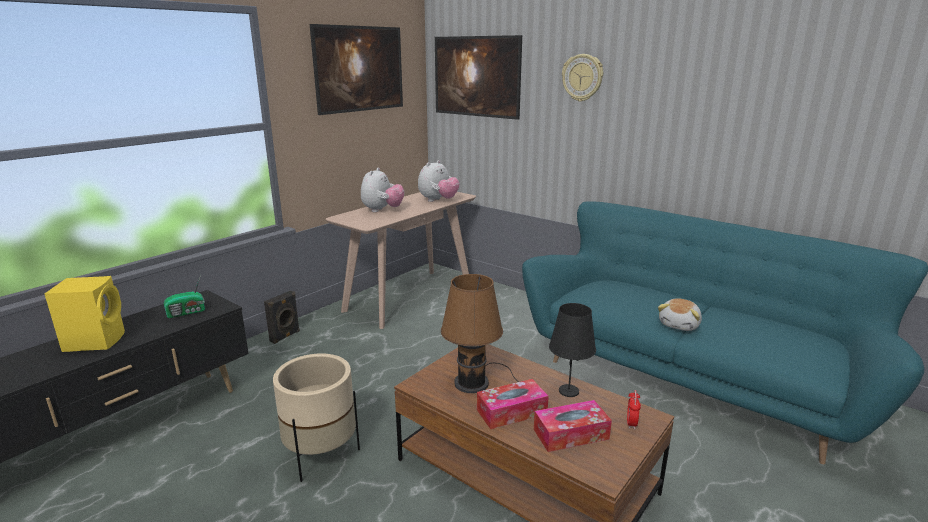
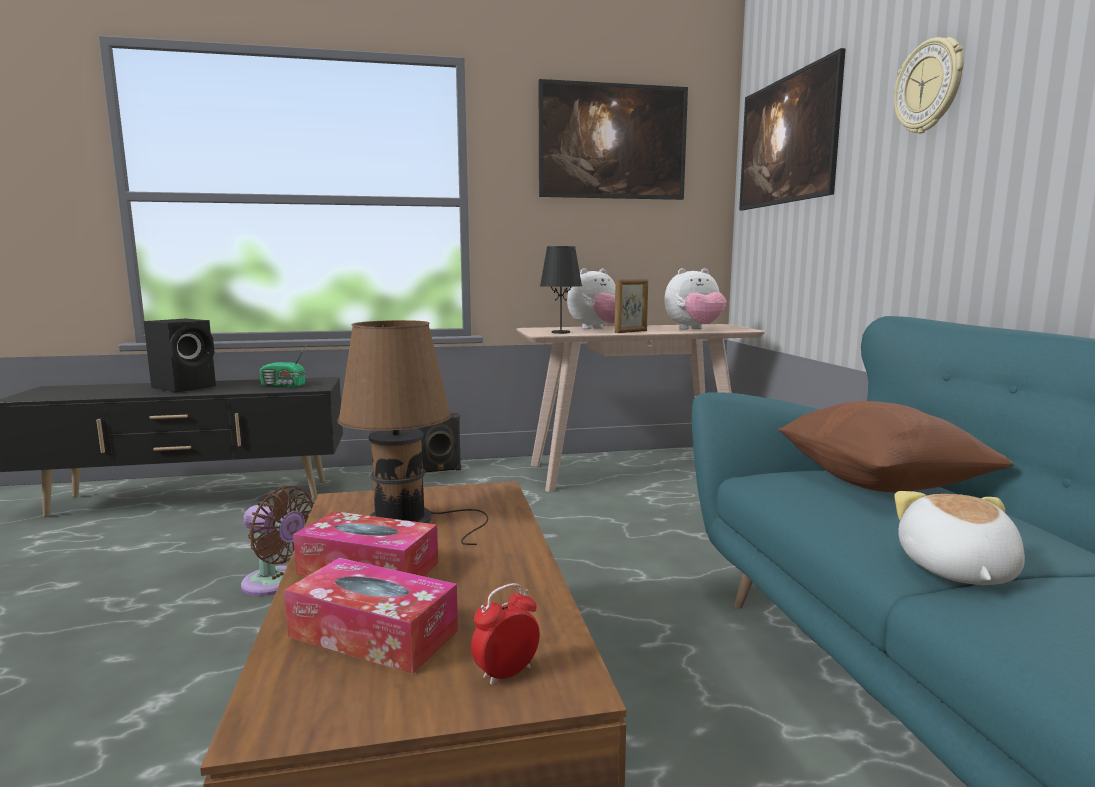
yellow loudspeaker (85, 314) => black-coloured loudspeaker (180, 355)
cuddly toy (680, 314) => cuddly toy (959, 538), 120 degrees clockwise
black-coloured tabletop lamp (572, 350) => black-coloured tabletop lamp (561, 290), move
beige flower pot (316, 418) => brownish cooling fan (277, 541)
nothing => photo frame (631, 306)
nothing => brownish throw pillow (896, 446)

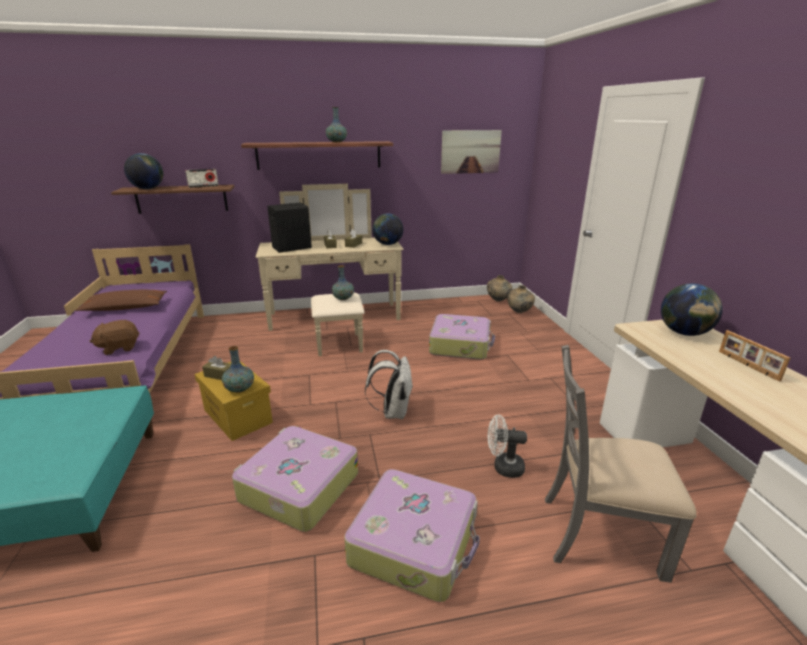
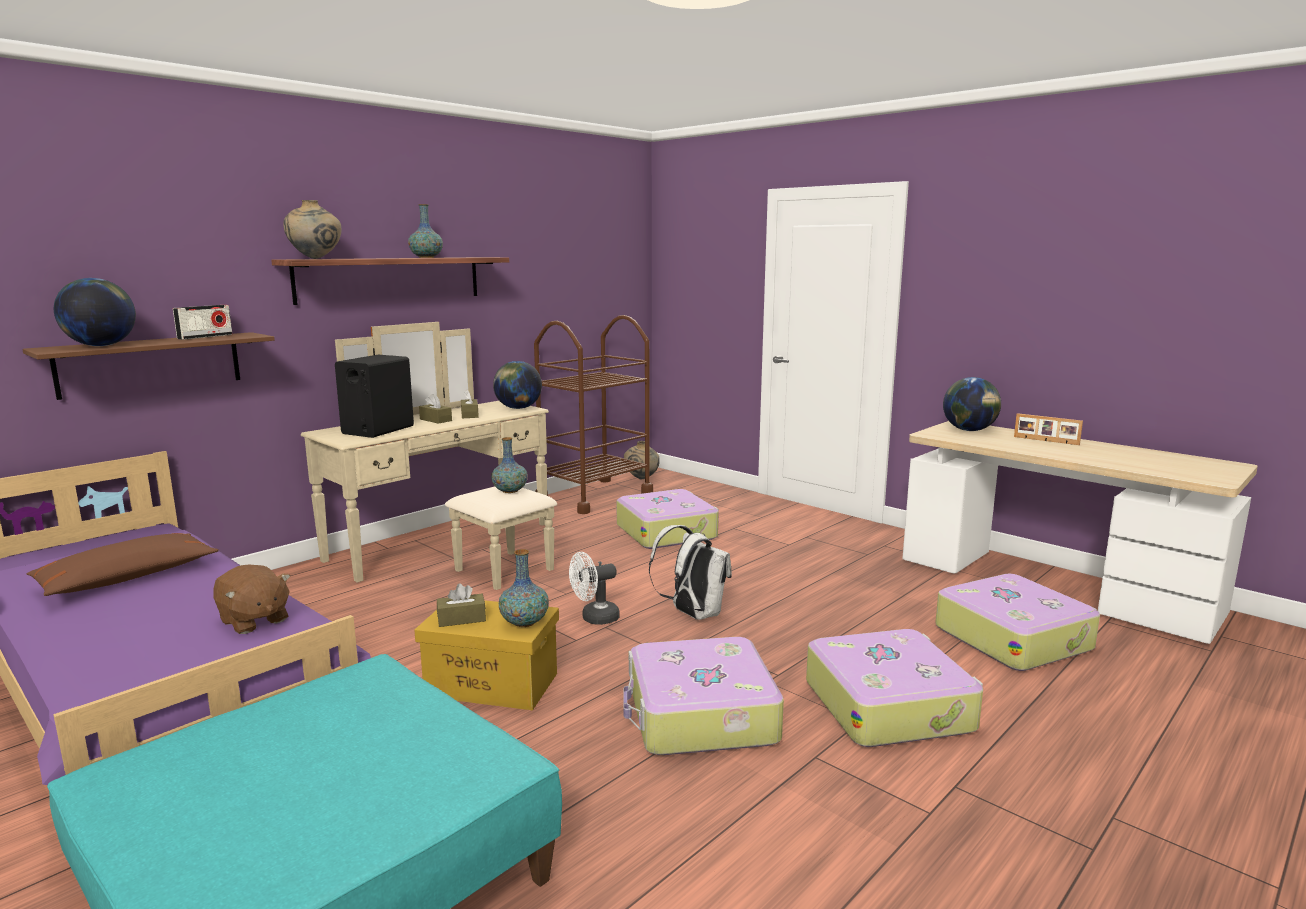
picture (471, 152) => nothing
beige vase (521, 299) => beige vase (312, 229), move
brownish cuddly toy (114, 337) => brownish cuddly toy (251, 599), 75 degrees counterclockwise
grey upright chair (621, 464) => suitcase (1017, 622)
white cooling fan (507, 446) => white cooling fan (594, 588), move
nothing => brownish cart (593, 414)

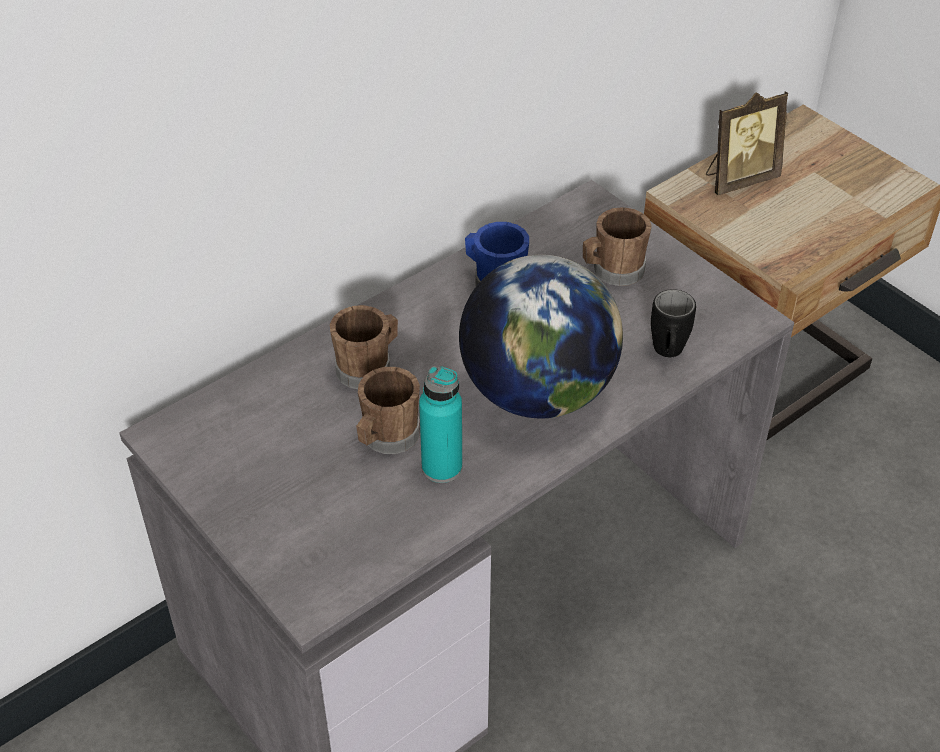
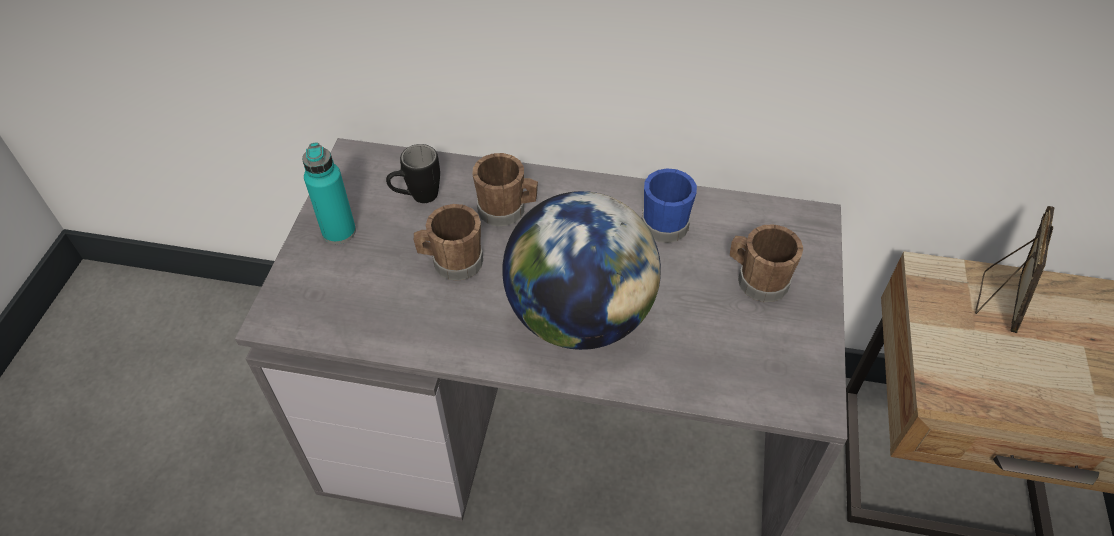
photo frame (747, 143) => photo frame (1015, 269), 90 degrees counterclockwise
black-coloured mug (673, 323) => black-coloured mug (413, 173), move
blue-green drink bottle (440, 424) => blue-green drink bottle (329, 193), move

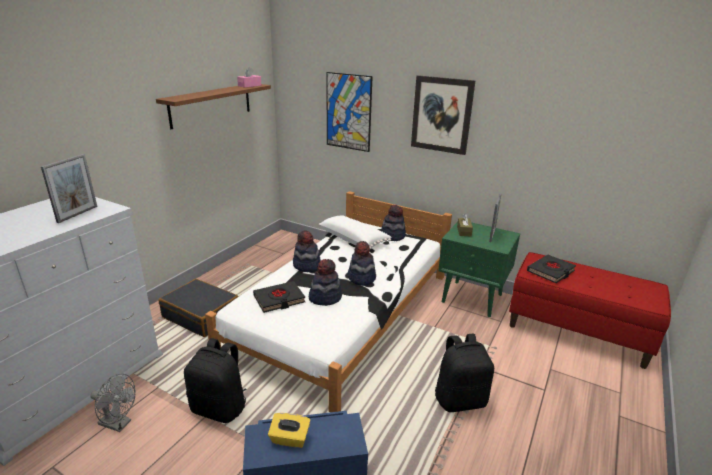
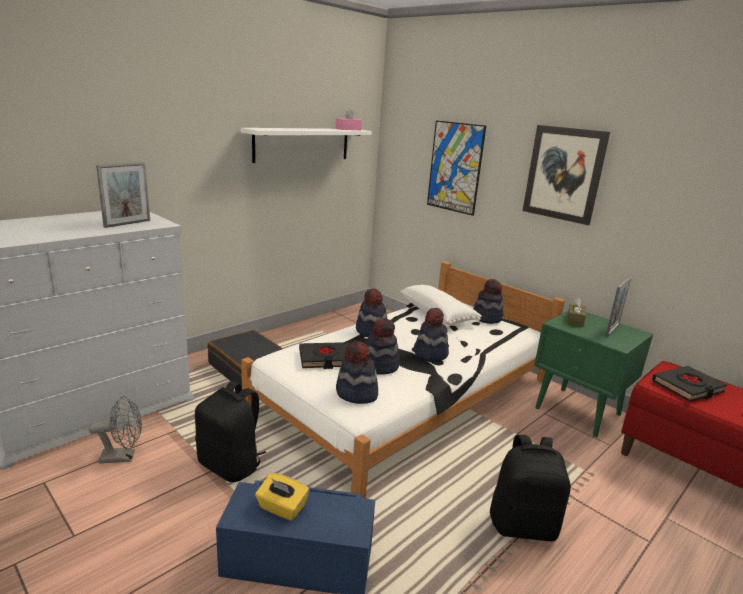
brownish shelf (213, 106) => white shelf (306, 145)
grey cooling fan (112, 403) => grey cooling fan (115, 430), 45 degrees counterclockwise
nothing => wearable hat (357, 372)

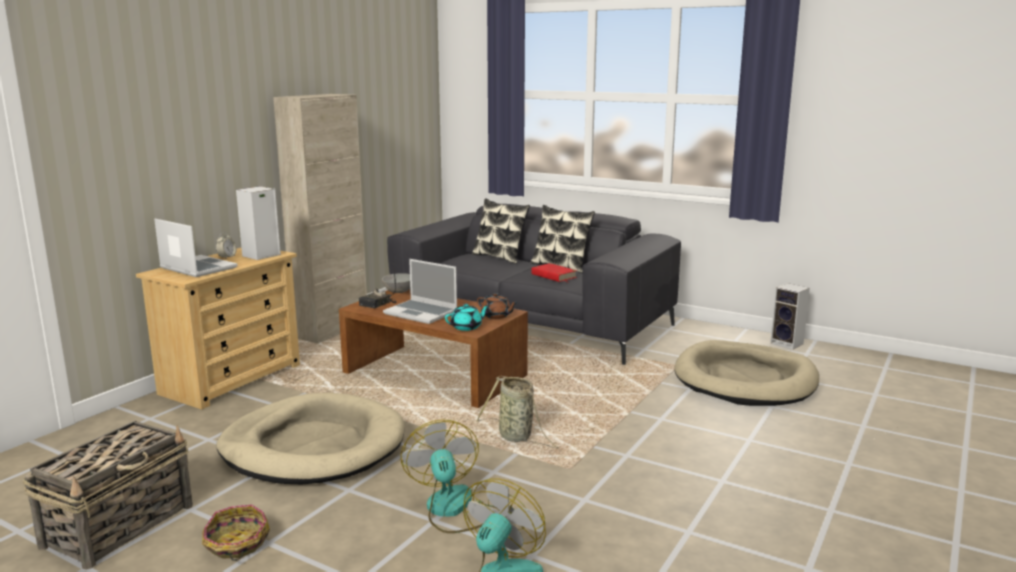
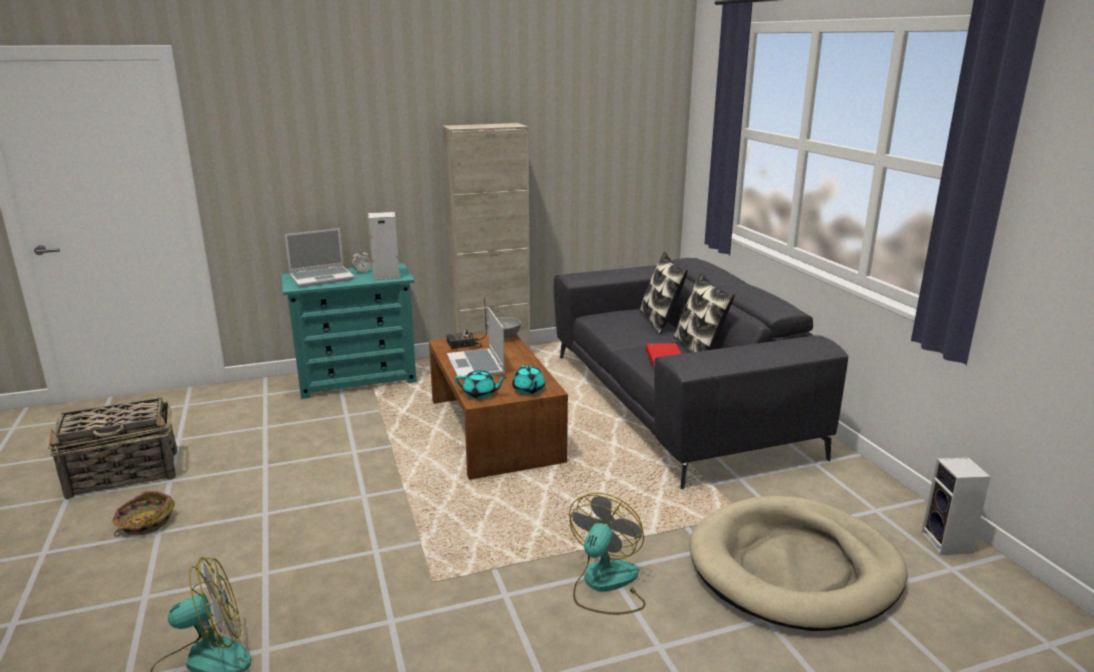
laptop (196, 248) => laptop (319, 257), 75 degrees clockwise
beige drawer chest (218, 329) => blue-green drawer chest (348, 331)
brownish tea pot (497, 306) => blue-green tea pot (528, 380)
household basket (517, 412) => nothing
beige dog cushion (310, 438) => nothing
cooling fan (450, 476) => cooling fan (607, 554), move

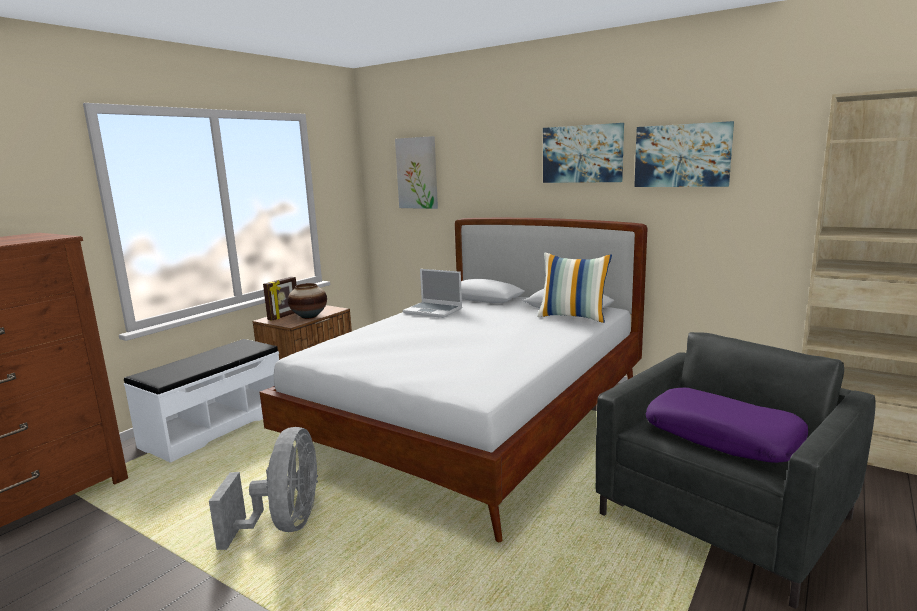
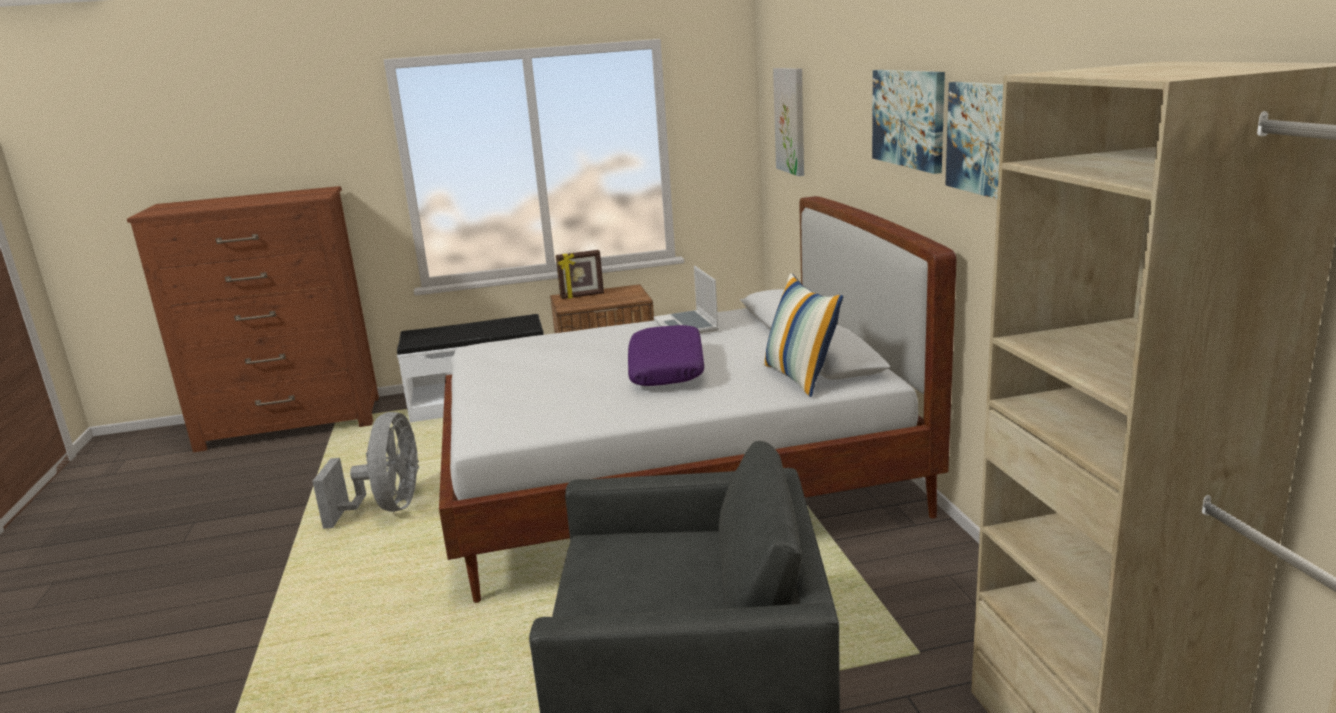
vase (307, 301) => nothing
purplish throw pillow (727, 425) => purplish throw pillow (666, 355), move
grey cooling fan (263, 488) => grey cooling fan (365, 470), 45 degrees counterclockwise

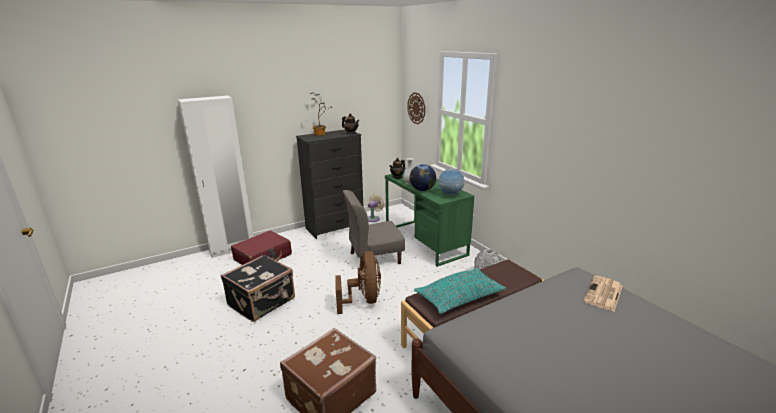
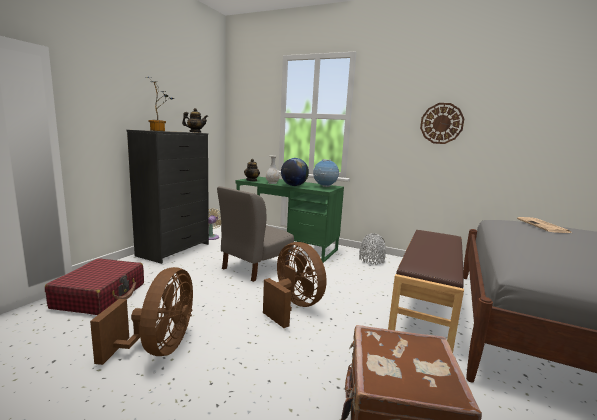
hanging clock (416, 108) => hanging clock (442, 123), move
black-coloured suitcase (258, 288) => brownish cooling fan (141, 316)
blue-green throw pillow (460, 291) => nothing

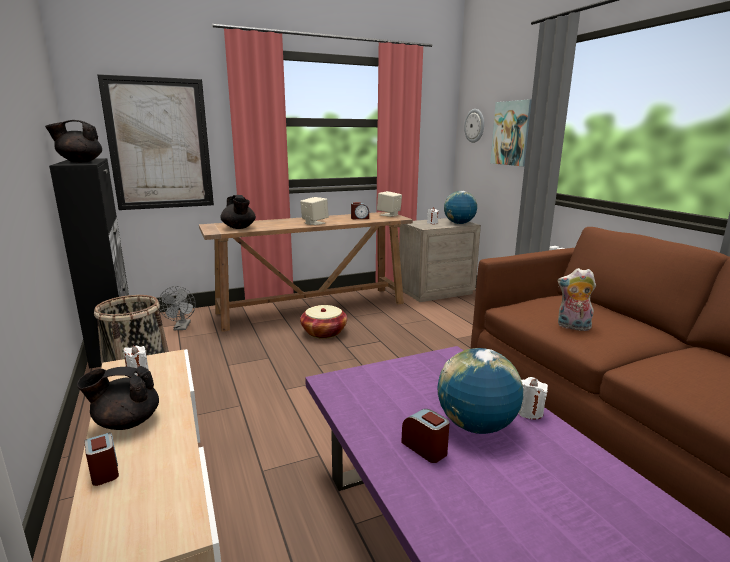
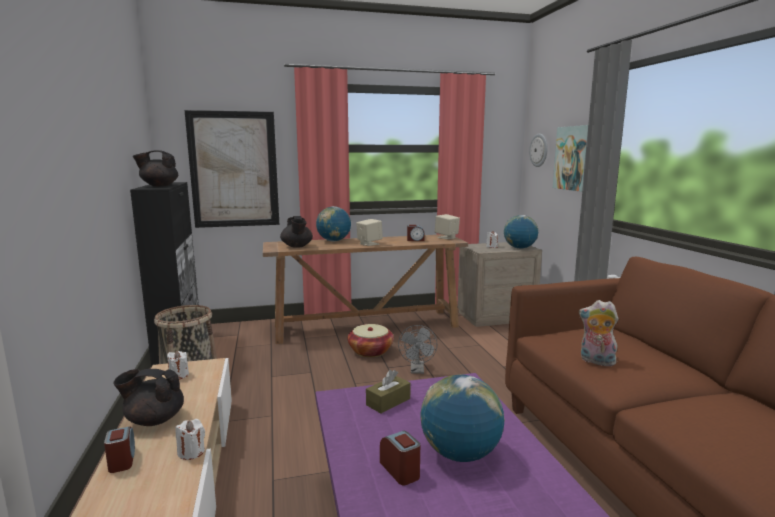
grey cooling fan (177, 308) => grey cooling fan (417, 349), move
white candle (533, 398) => white candle (190, 439), move
nothing => globe (333, 224)
nothing => brownish box of tissues (388, 391)

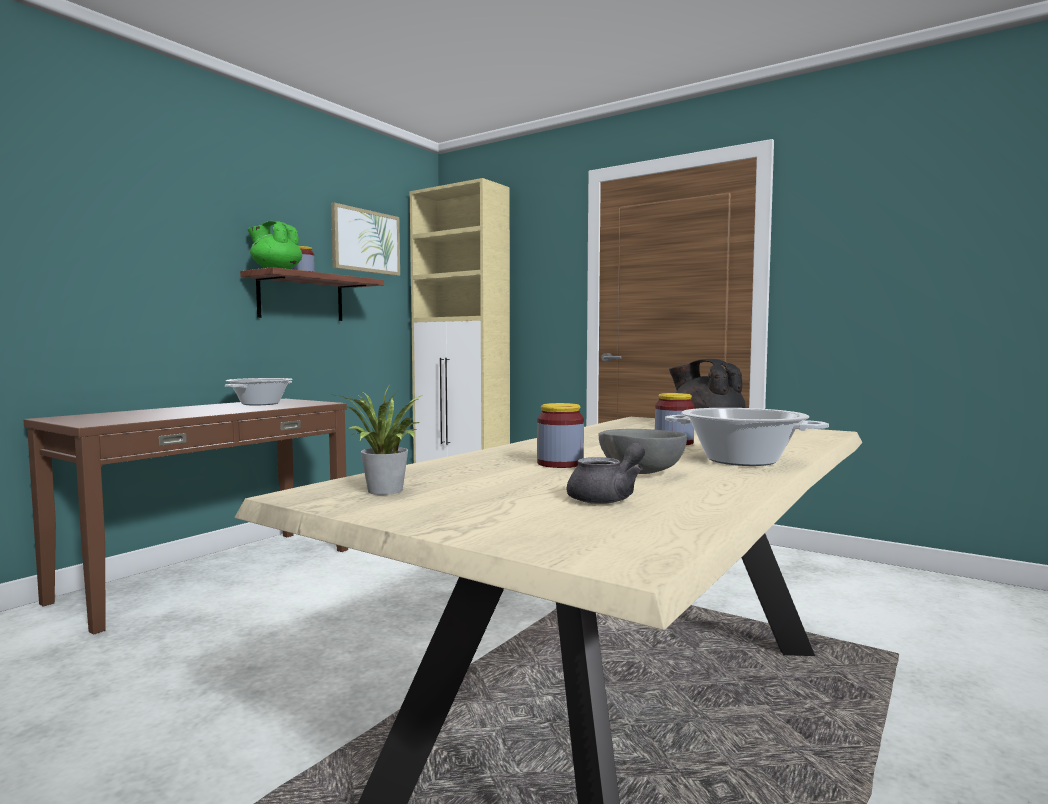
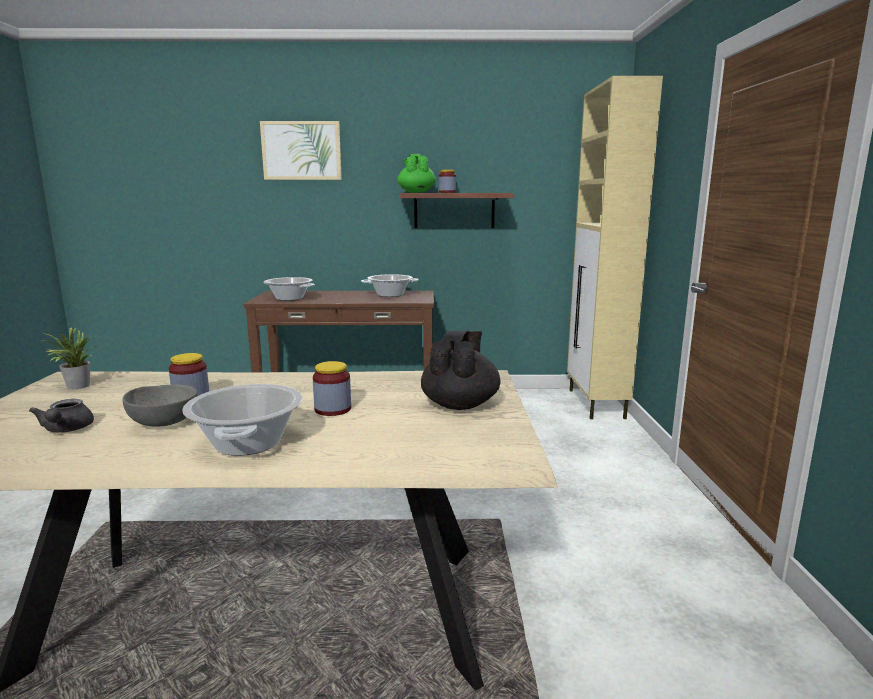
picture (365, 239) => picture (301, 150), move
grey tea pot (606, 473) => grey tea pot (61, 415), 60 degrees clockwise
nothing => cooking pot (289, 289)

